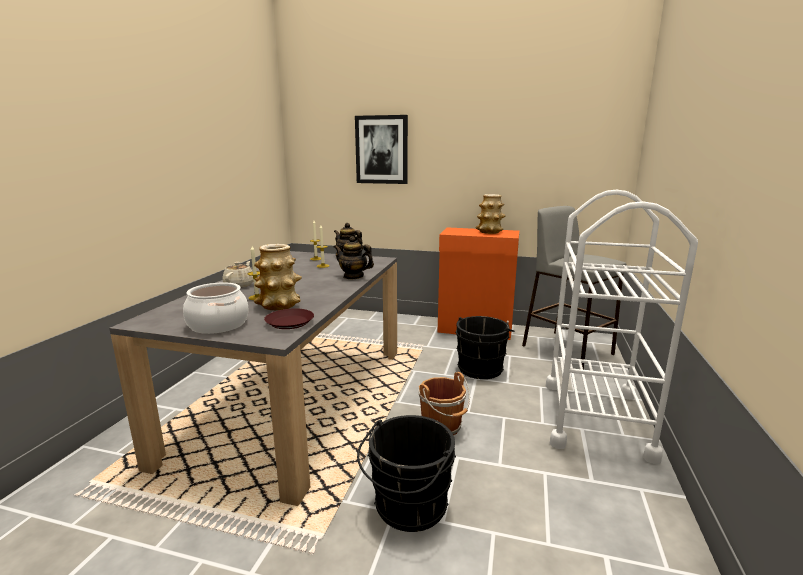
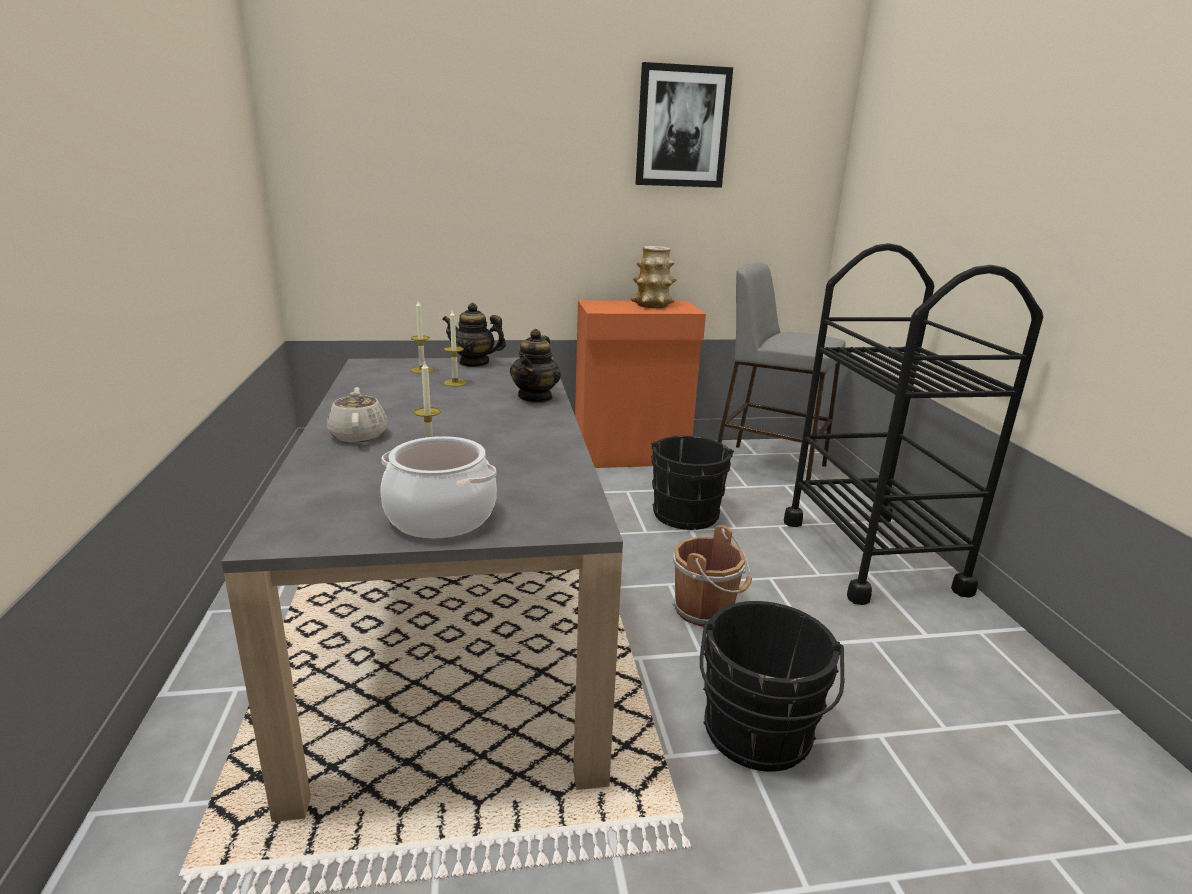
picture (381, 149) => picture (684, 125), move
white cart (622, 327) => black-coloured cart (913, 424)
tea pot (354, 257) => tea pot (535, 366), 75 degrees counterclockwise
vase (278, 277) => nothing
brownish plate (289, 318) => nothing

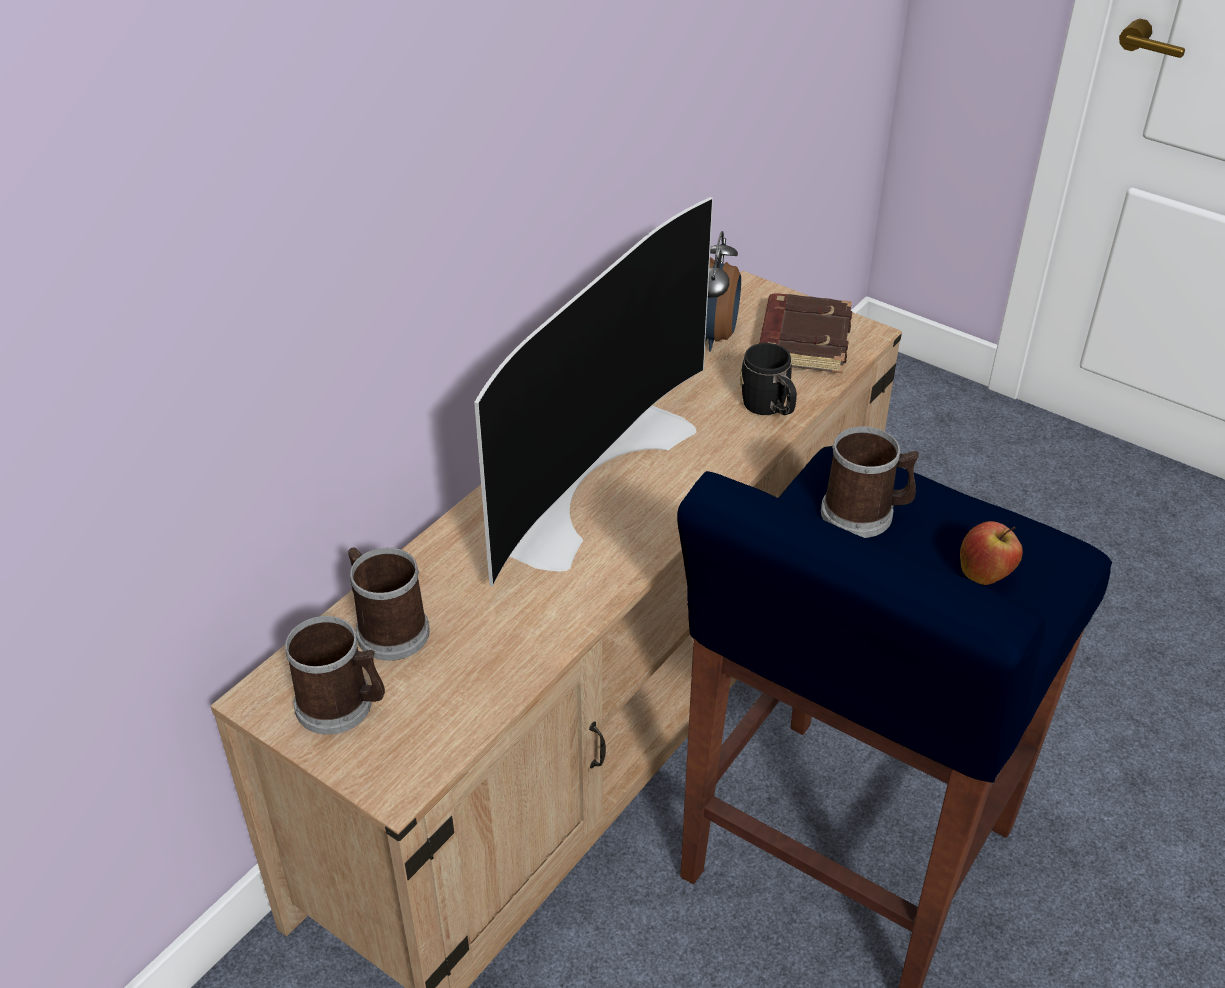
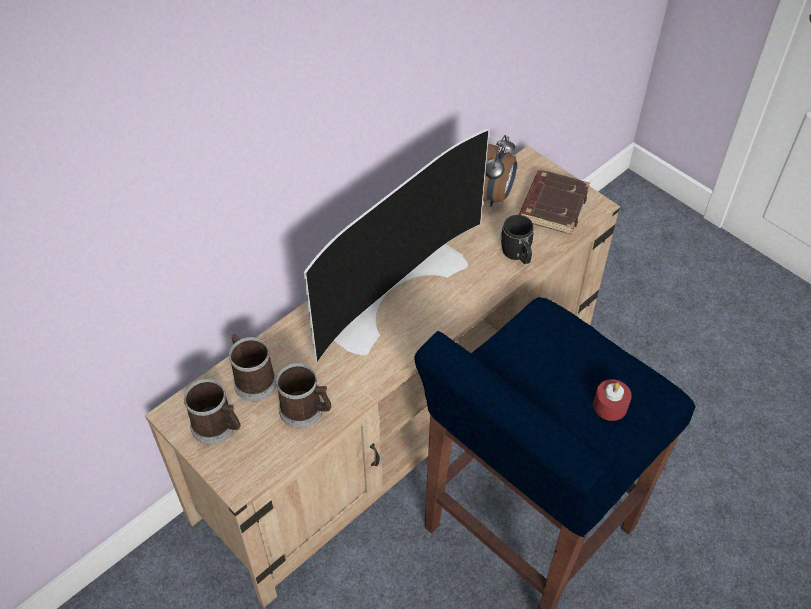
mug (870, 482) => mug (303, 395), move
apple fruit (991, 553) => red-coloured candle (612, 400)

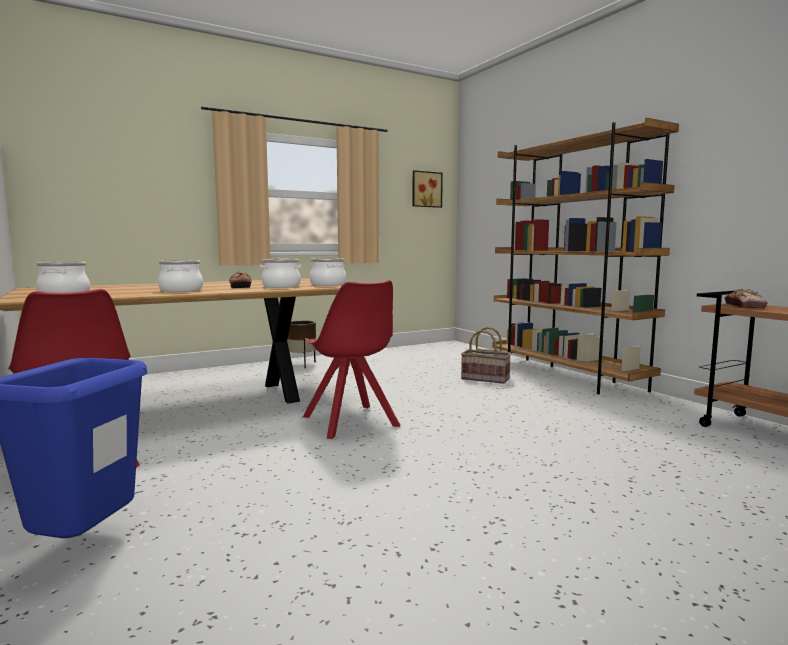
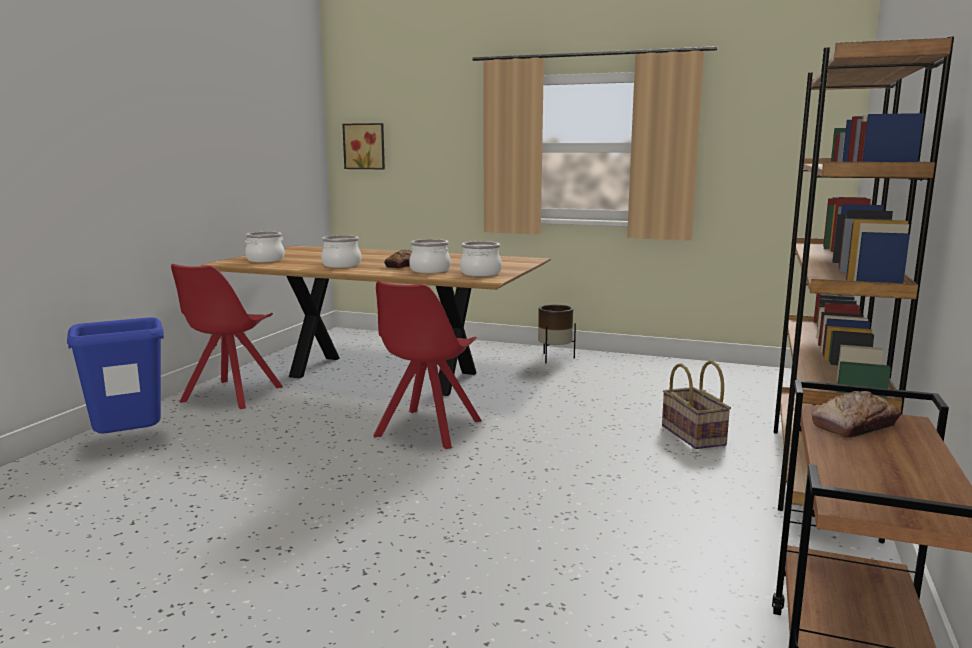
picture (427, 189) => picture (363, 146), move

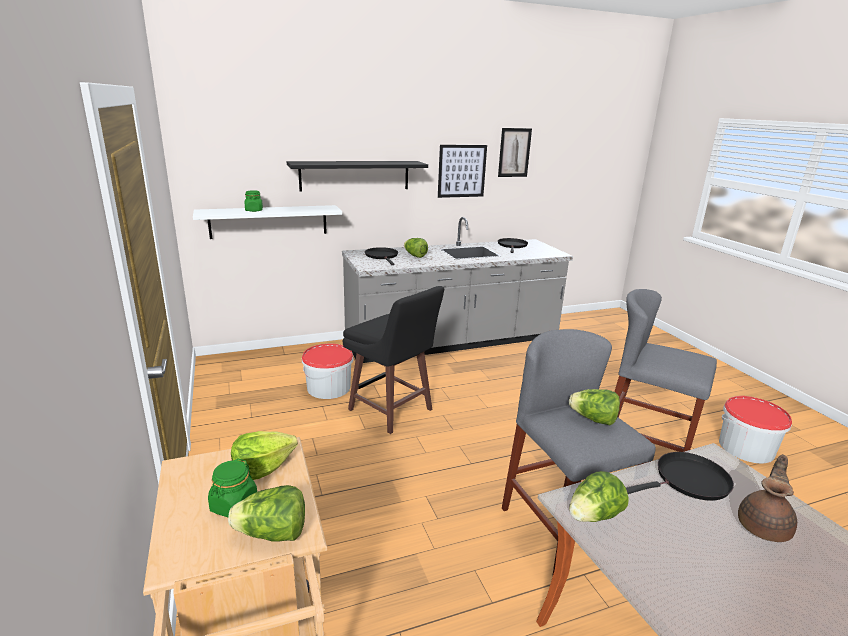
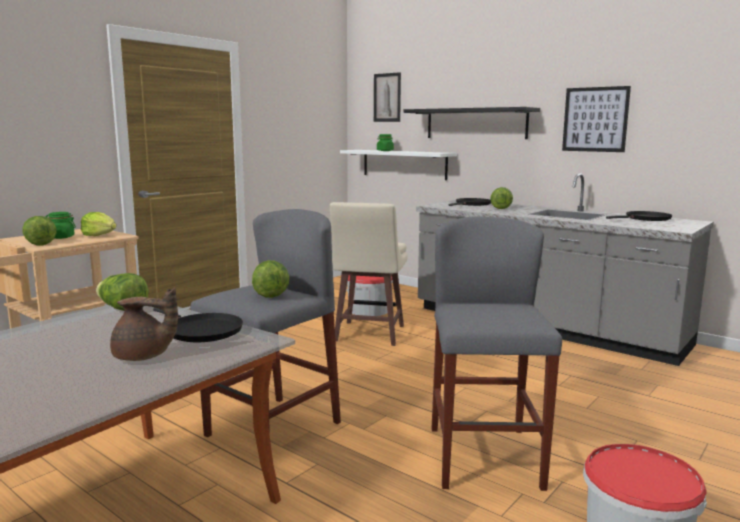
picture (515, 152) => picture (387, 97), move
black-coloured stool (393, 360) => beige stool (369, 274)

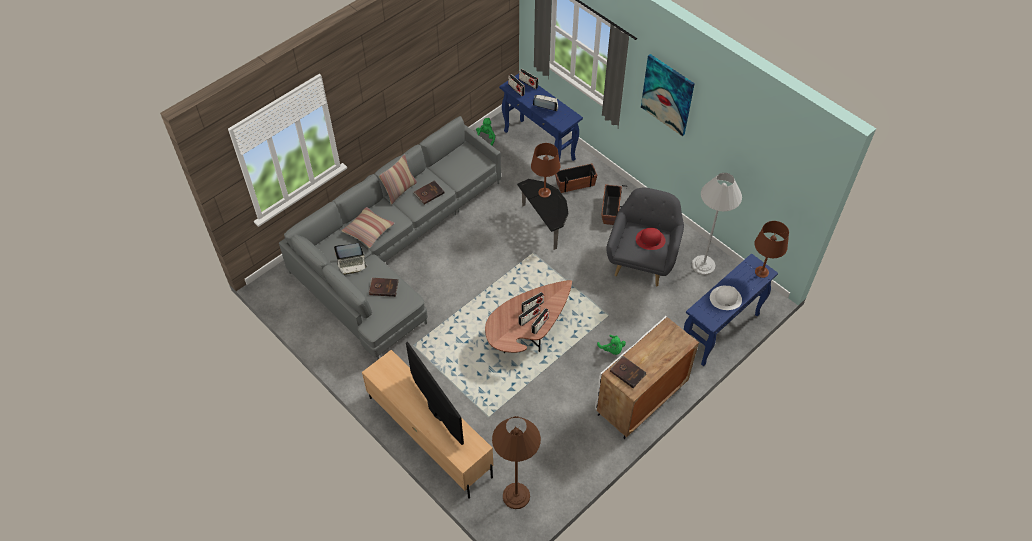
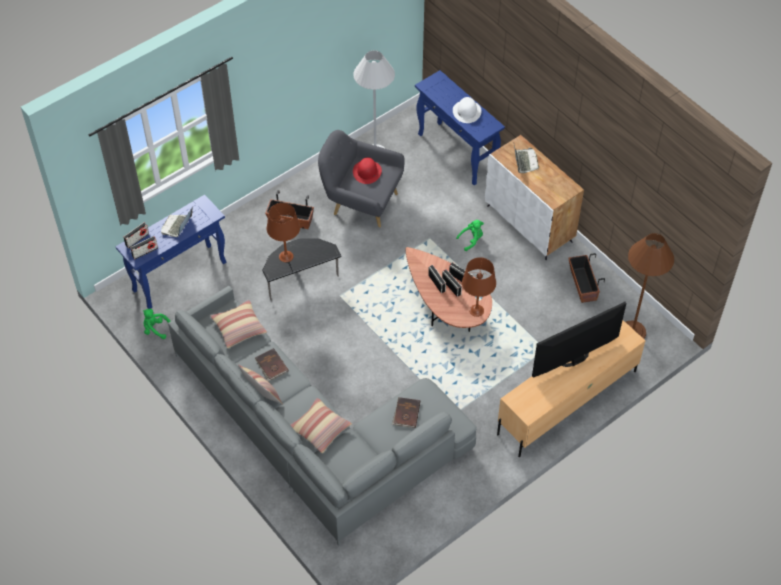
picture (668, 95) => nothing
flower pot (576, 178) => flower pot (587, 278), move
brownish tabletop lamp (771, 249) => brownish tabletop lamp (479, 287), move
laptop (350, 259) => laptop (526, 159), move
brownish book (628, 372) => nothing
nothing => throw pillow (239, 324)

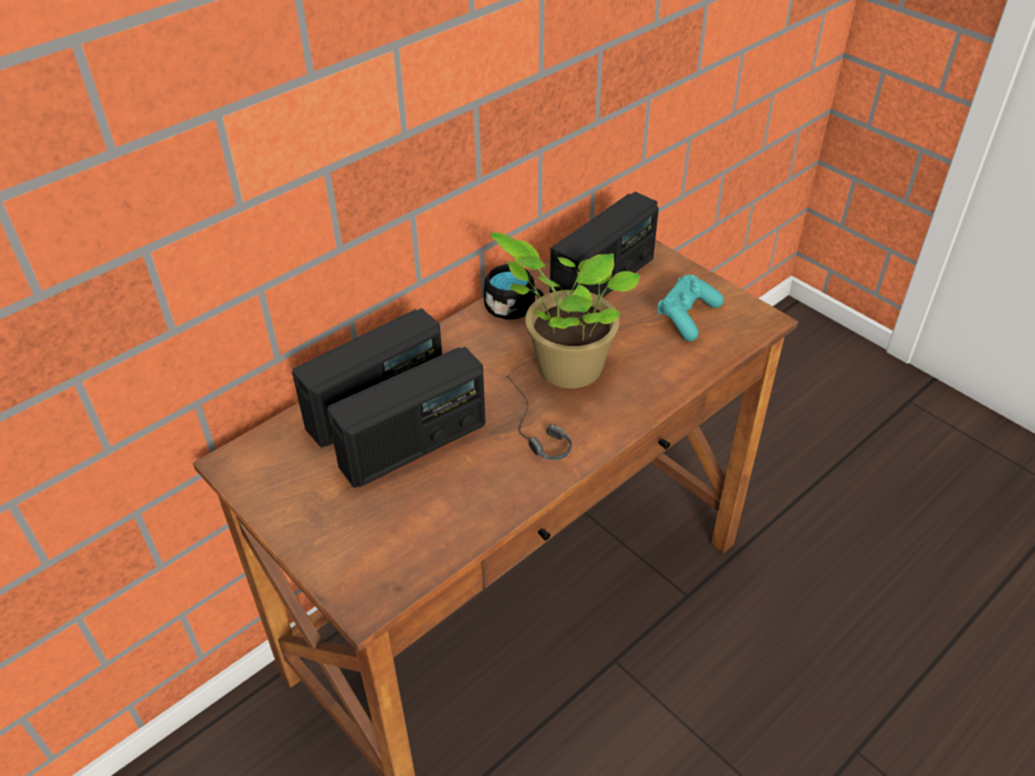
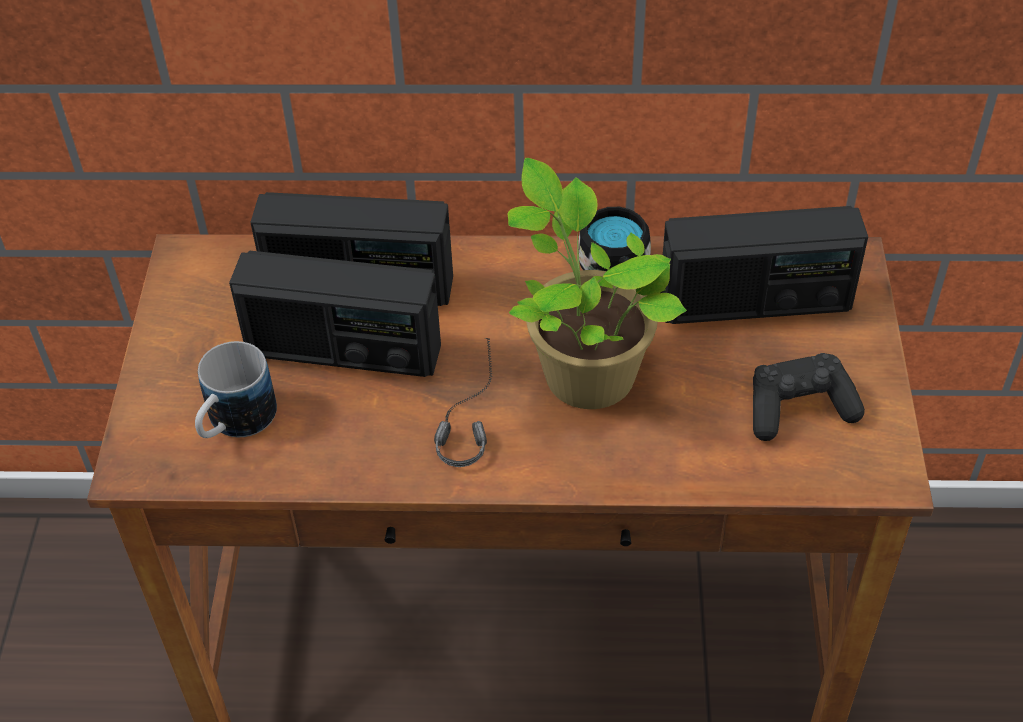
blue-green gamepad (690, 308) => black-coloured gamepad (809, 397)
nothing => mug (236, 389)

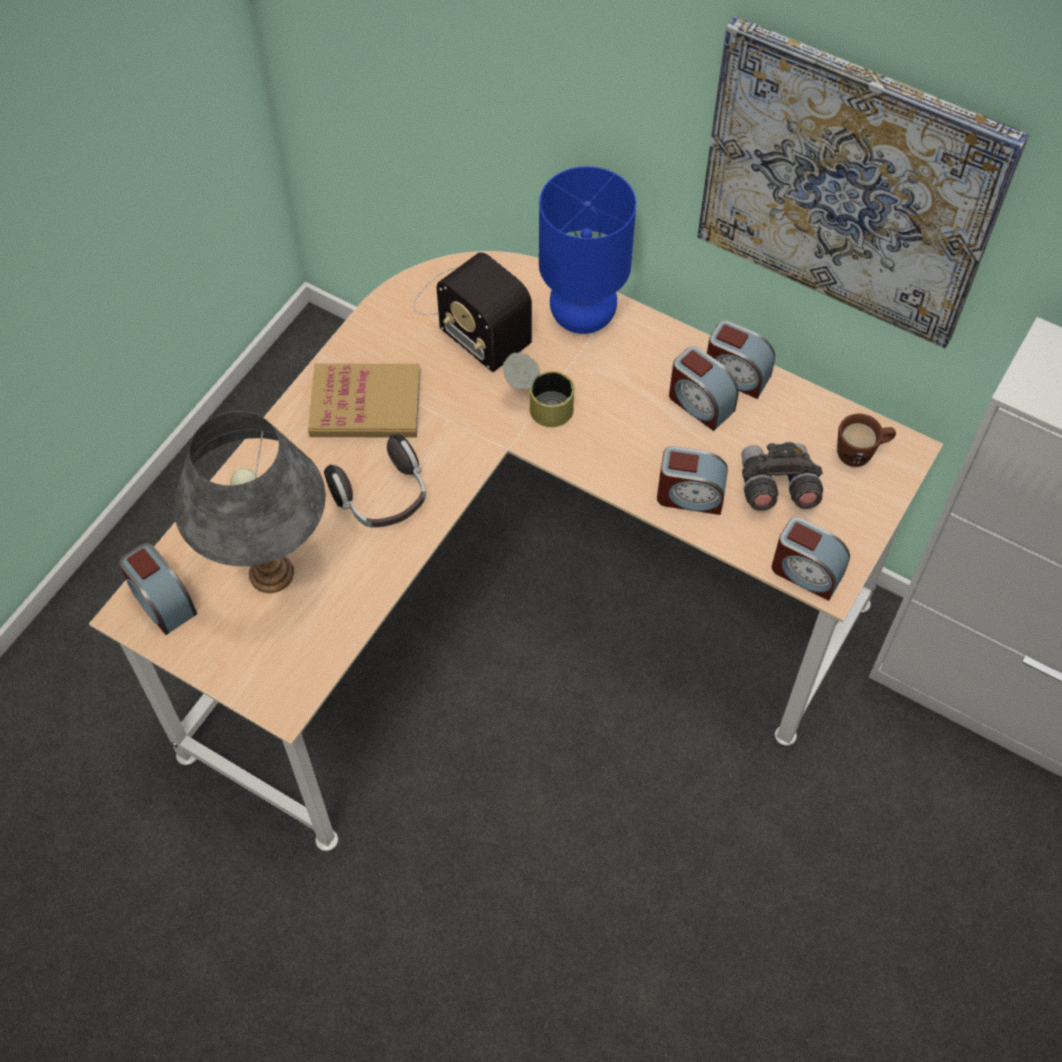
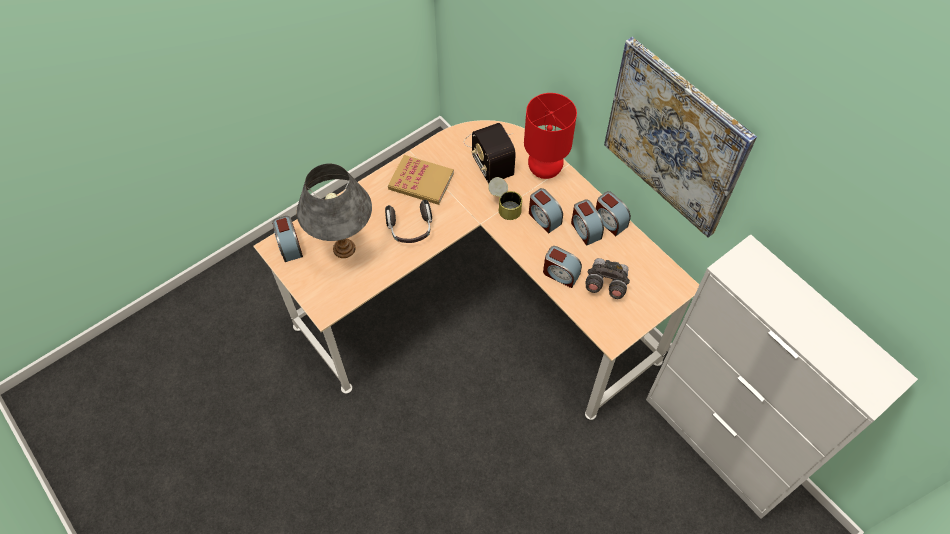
bluish tabletop lamp (587, 250) => red-coloured tabletop lamp (550, 136)
brownish mug (866, 440) => nothing
table clock (811, 559) => table clock (546, 211), move

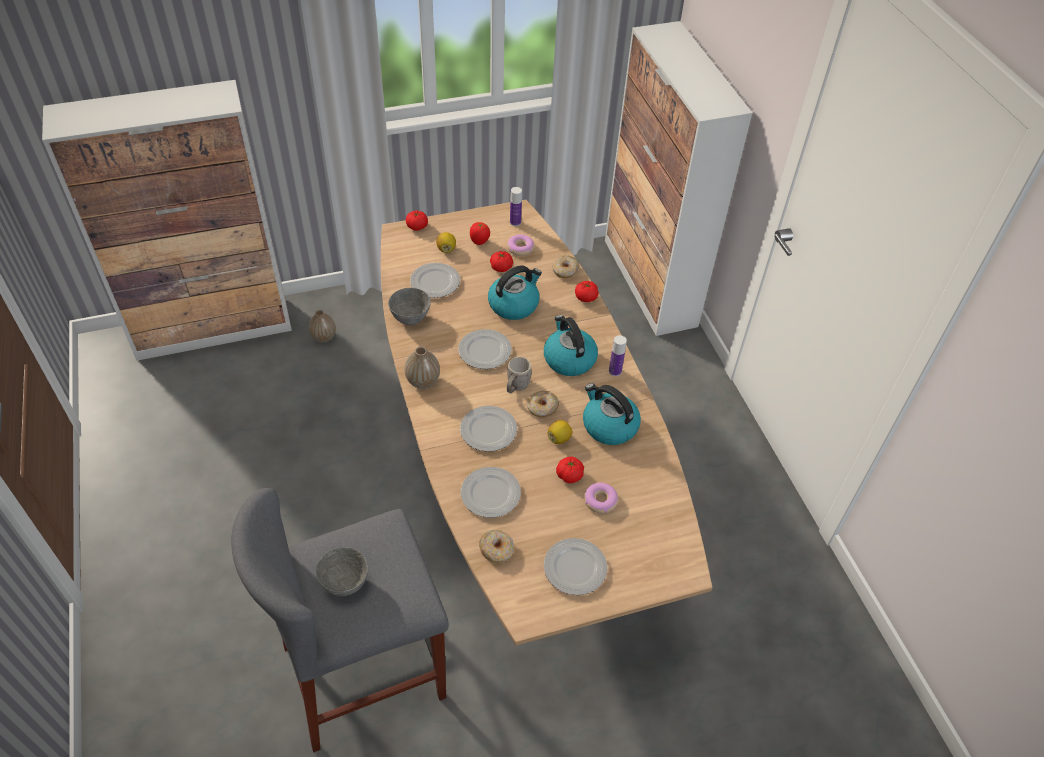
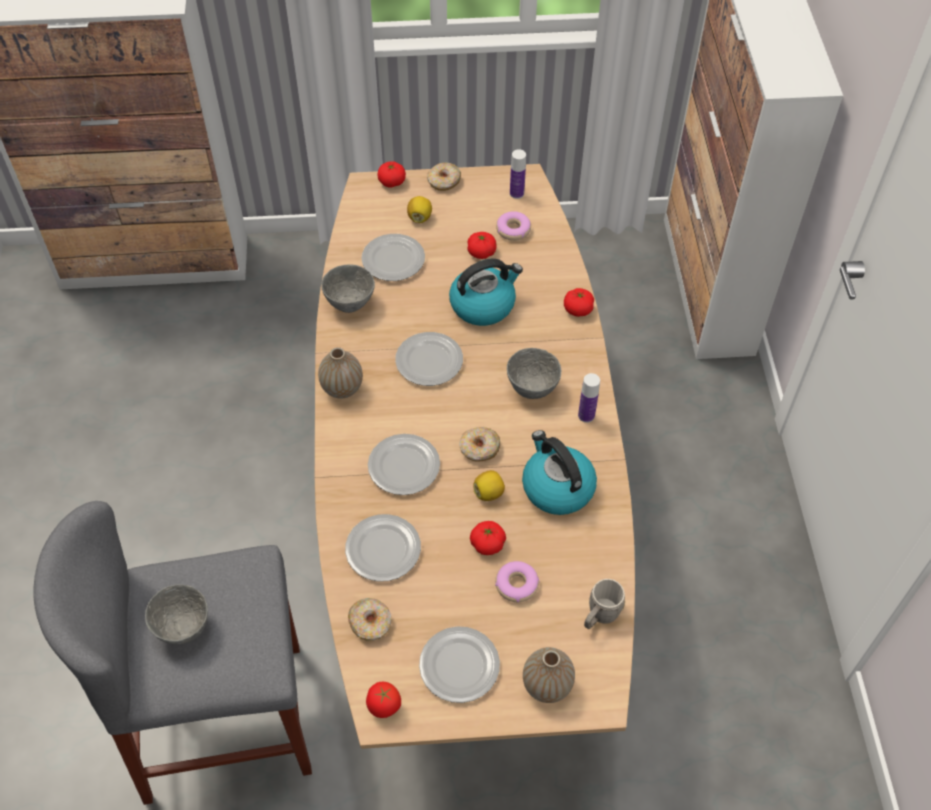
fresh tomato (480, 233) => fresh tomato (383, 700), move
doughnut (565, 266) => doughnut (444, 177), move
vase (322, 326) => vase (549, 675), move
water kettle (571, 345) => grey bowl (534, 373)
grey mug (519, 375) => grey mug (604, 604), move

